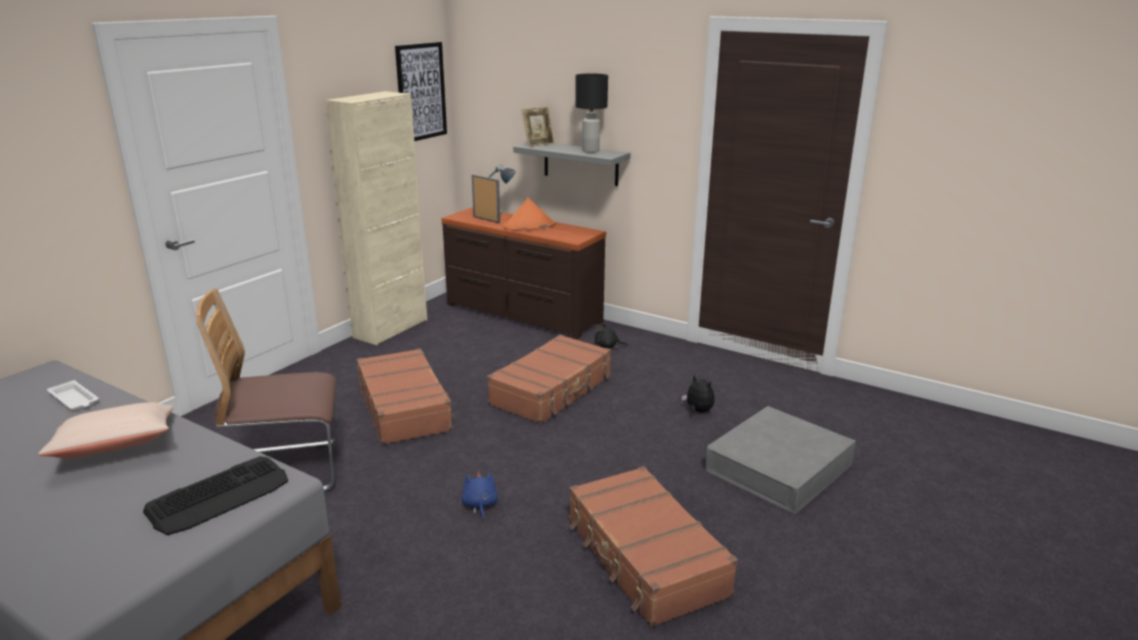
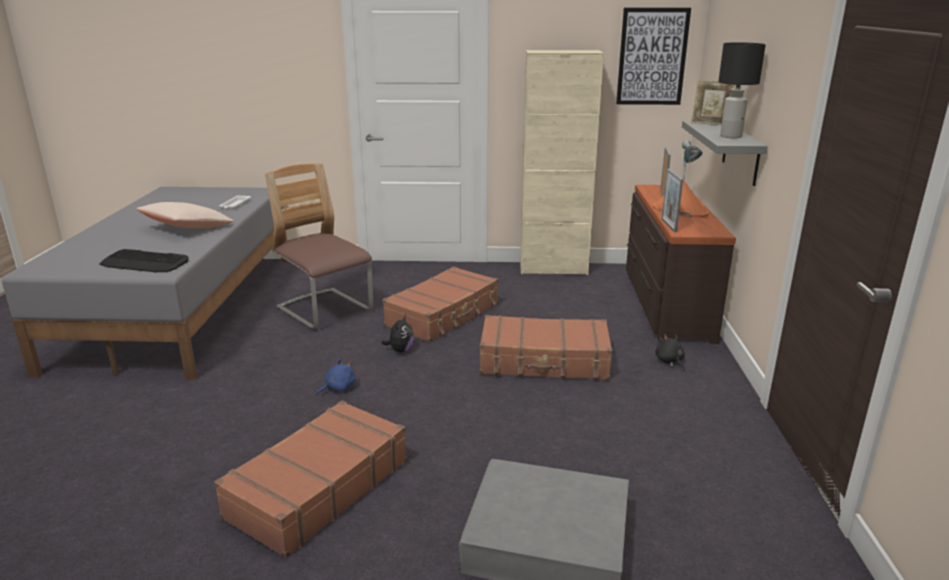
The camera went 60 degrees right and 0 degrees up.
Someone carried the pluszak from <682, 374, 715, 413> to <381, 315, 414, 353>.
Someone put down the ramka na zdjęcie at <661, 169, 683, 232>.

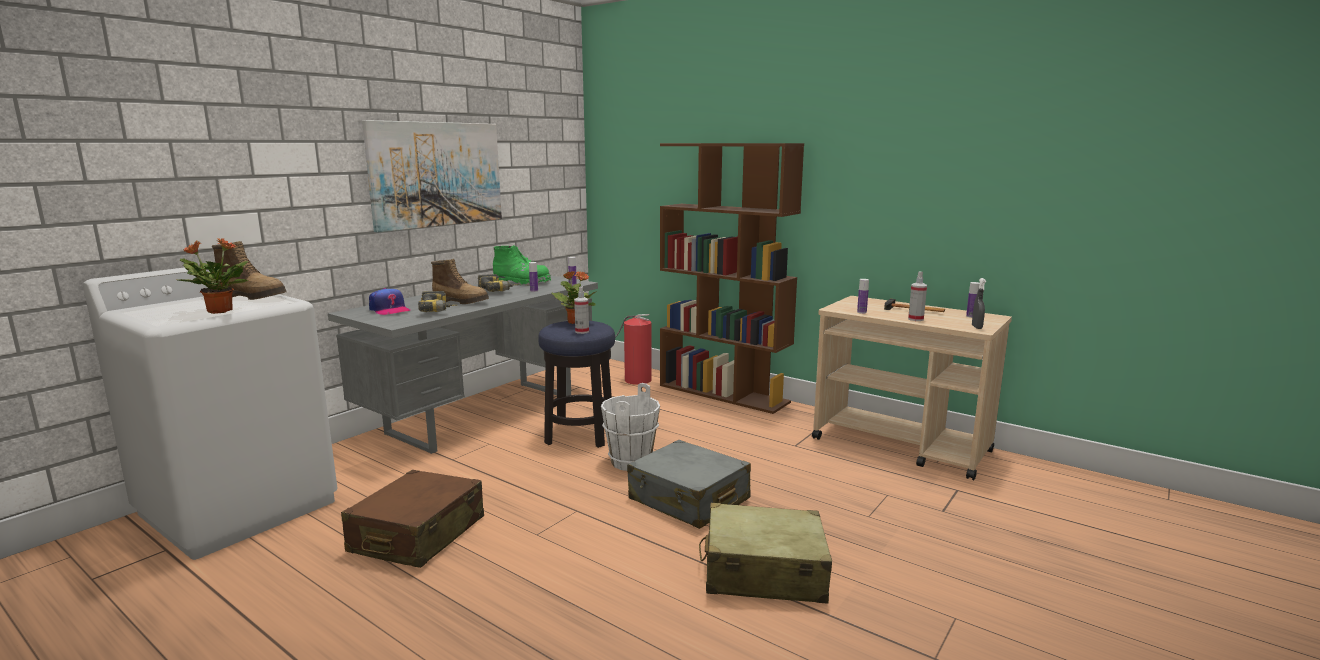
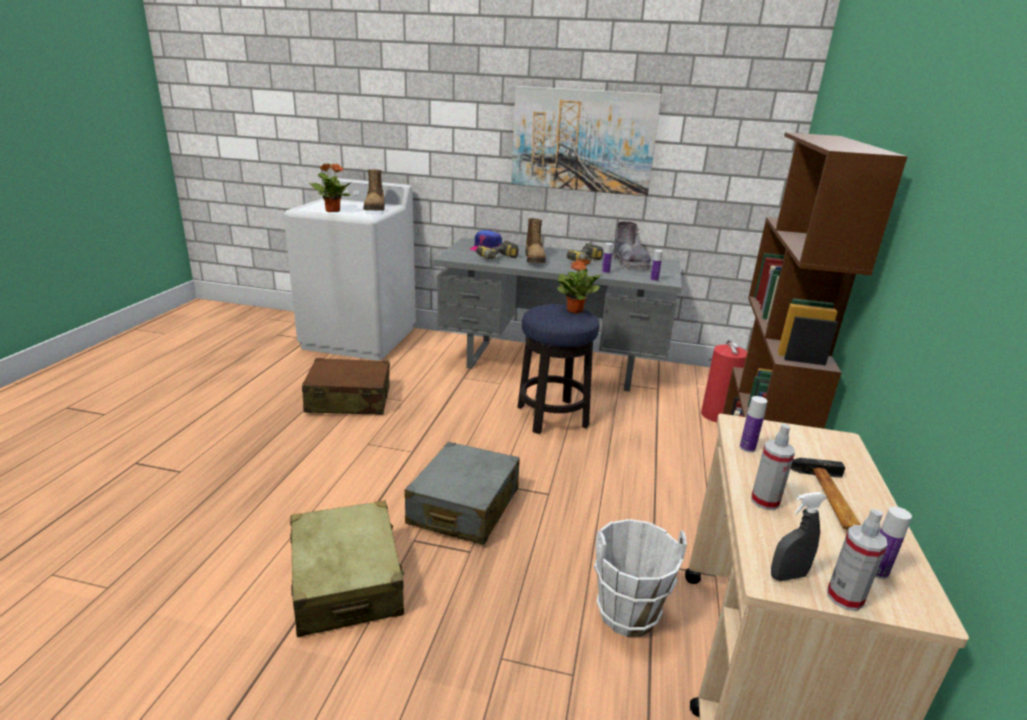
The camera went 65 degrees right and 10 degrees up.
Someone repainted the but z cholewką (zielony) at <493, 245, 551, 286>, which became the but z cholewką (szary) at <613, 221, 651, 270>.
Someone carried the spryskiwacz from <574, 287, 589, 334> to <827, 509, 887, 611>.
Someone carried the wiadro (biały) from <601, 383, 660, 471> to <594, 519, 687, 637>.

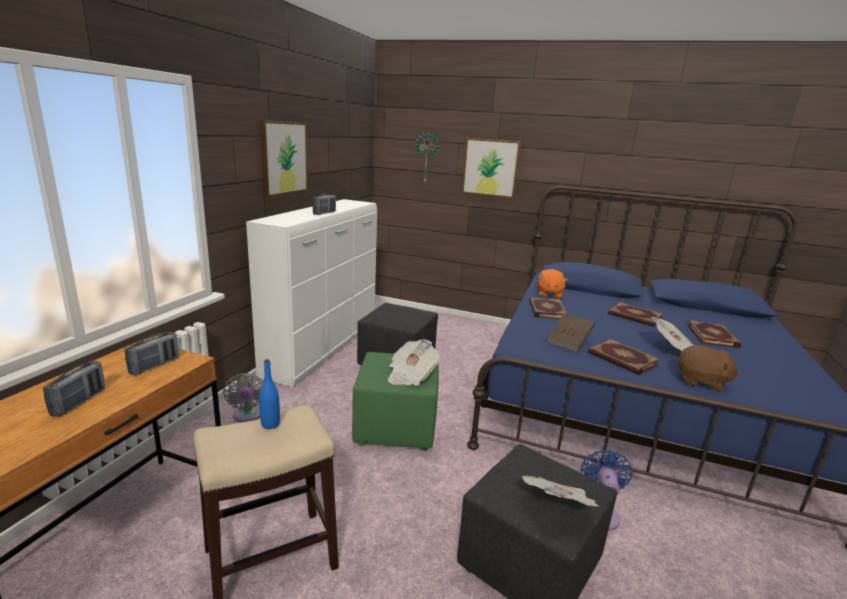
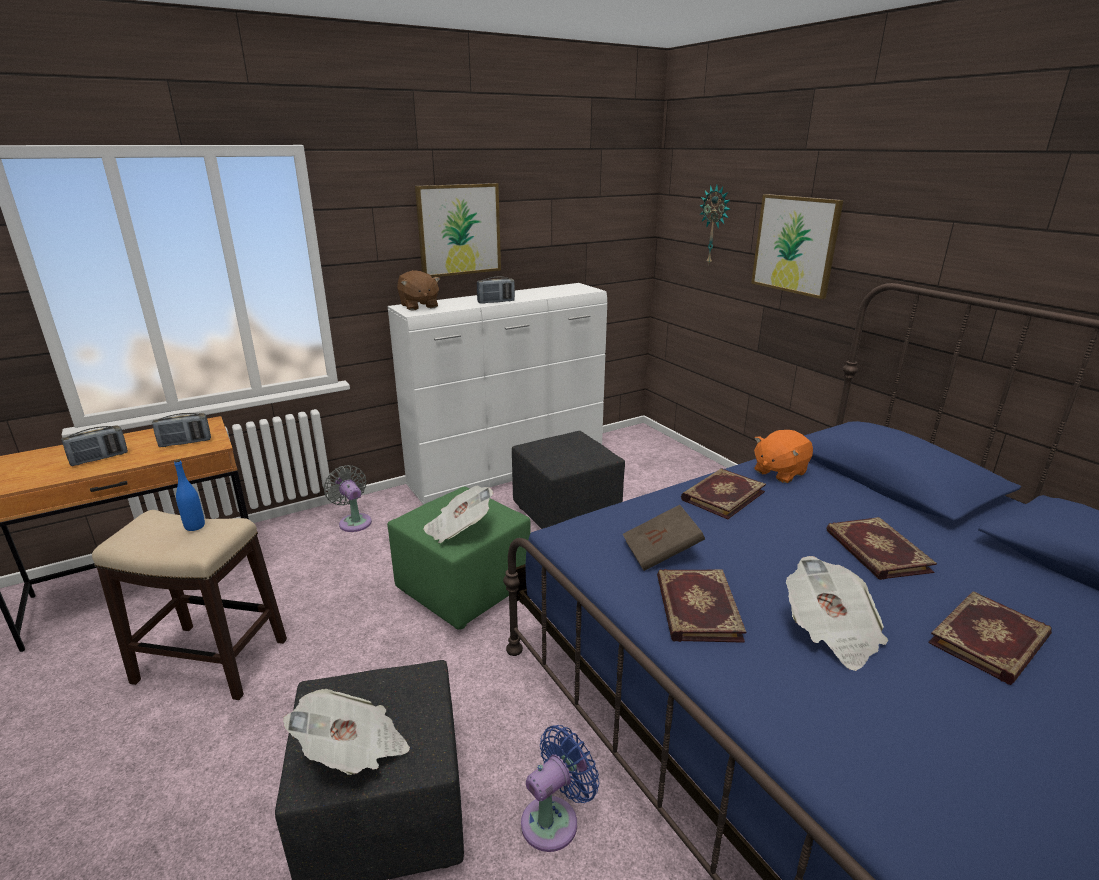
The camera went 40 degrees right and 5 degrees up.
Someone rotated the wentylator (szary) at <223, 373, 263, 422> by 120 degrees clockwise.
Someone carried the pluszak (brązowy) from <676, 345, 739, 392> to <397, 270, 440, 311>.

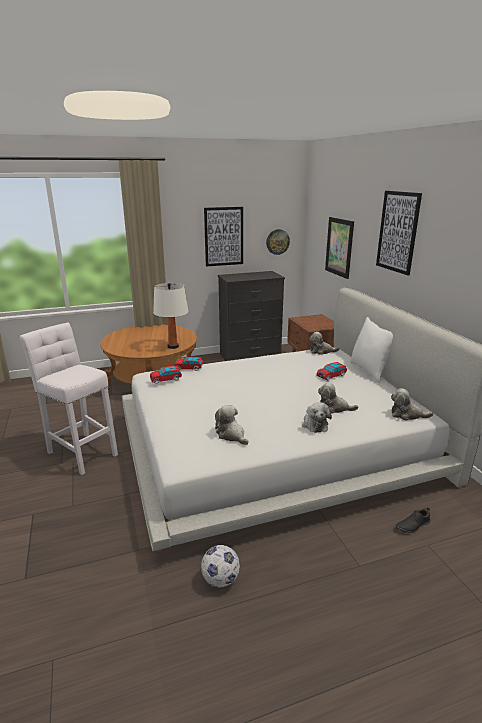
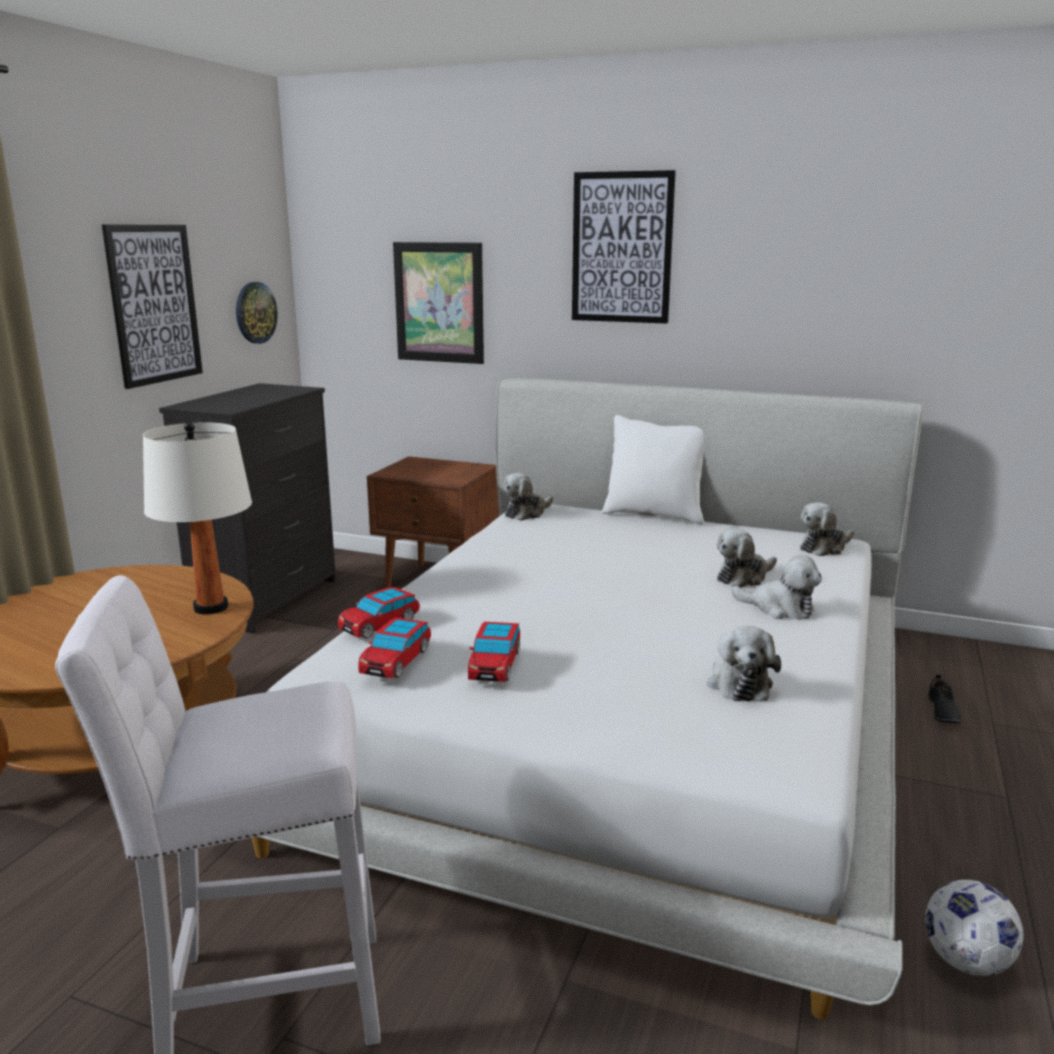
The camera went 50 degrees left and 5 degrees down.
Someone rotated the pluszak at <215, 405, 249, 445> by 90 degrees counterclockwise.
Someone carried the samochodzik from <317, 362, 347, 380> to <468, 622, 520, 682>.

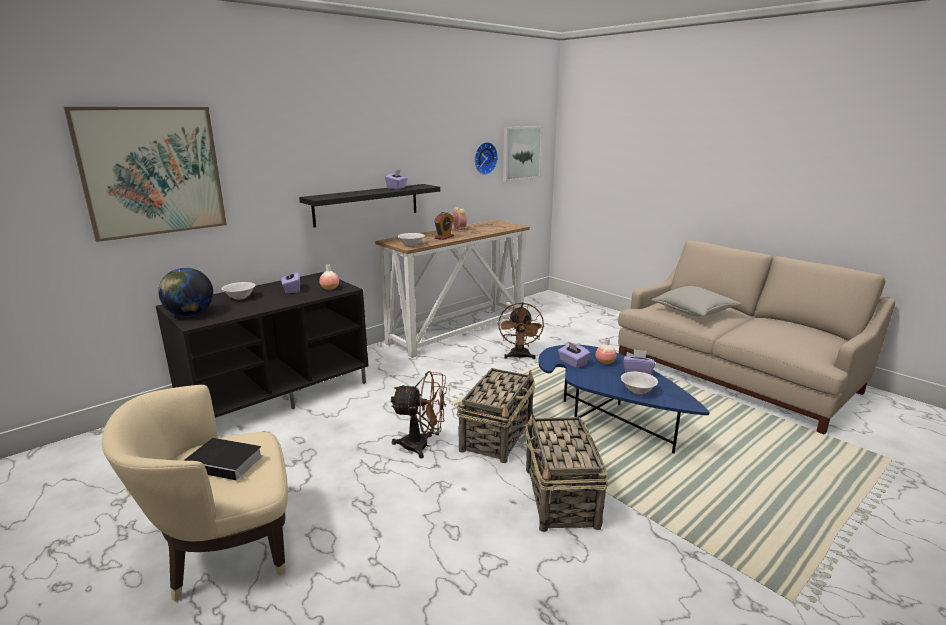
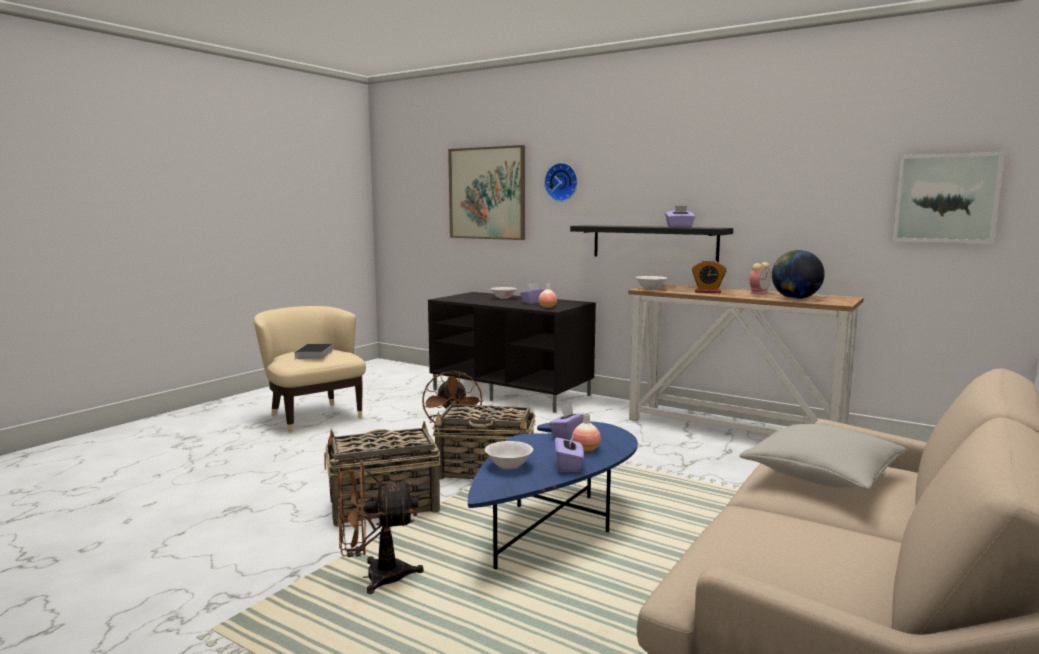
The camera went 75 degrees right and 10 degrees down.
Someone carried the globus from <158, 268, 213, 316> to <772, 250, 825, 299>.
Someone carried the zegar ścienny from <474, 142, 498, 175> to <544, 163, 578, 202>.
Someone carried the wentylator (brązowy) from <498, 302, 544, 359> to <337, 460, 424, 594>.

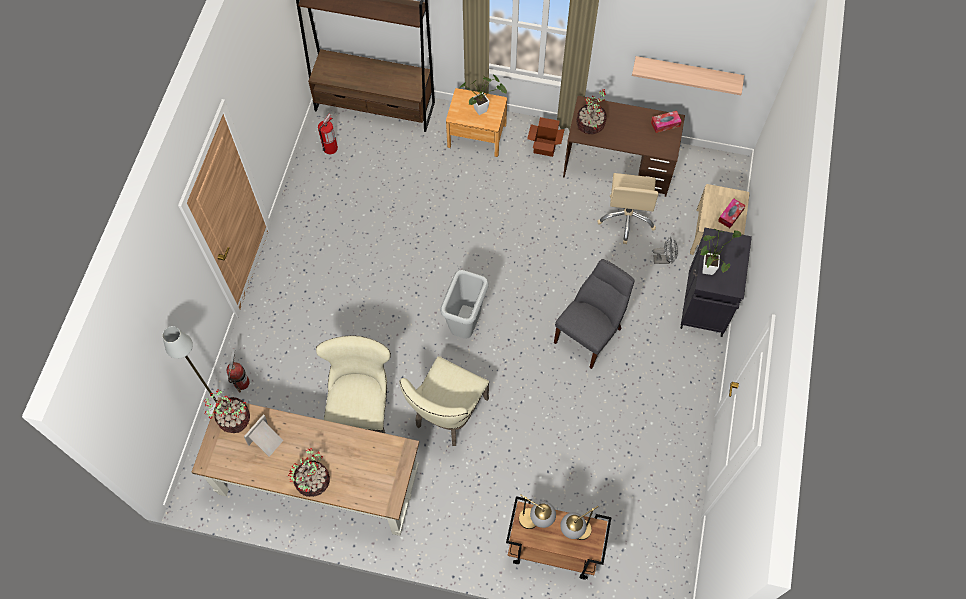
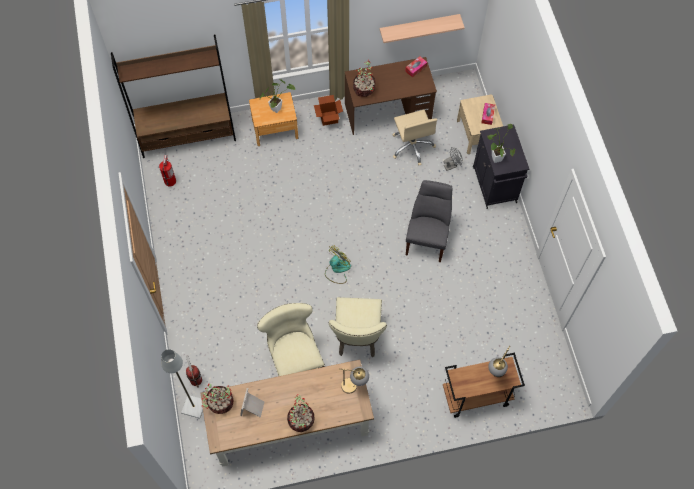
The camera went 25 degrees left and 0 degrees up.
Someone swapped the kosz na śmieci (szary) at <440, 270, 489, 339> for the wentylator at <325, 245, 351, 284>.
Someone carried the lampa stołowa from <519, 494, 556, 529> to <339, 367, 369, 394>.

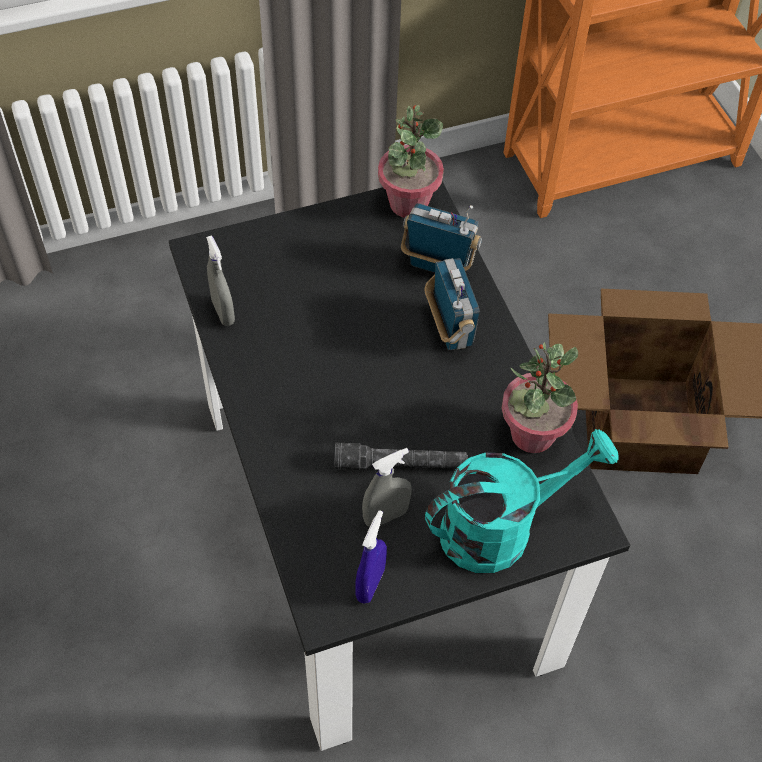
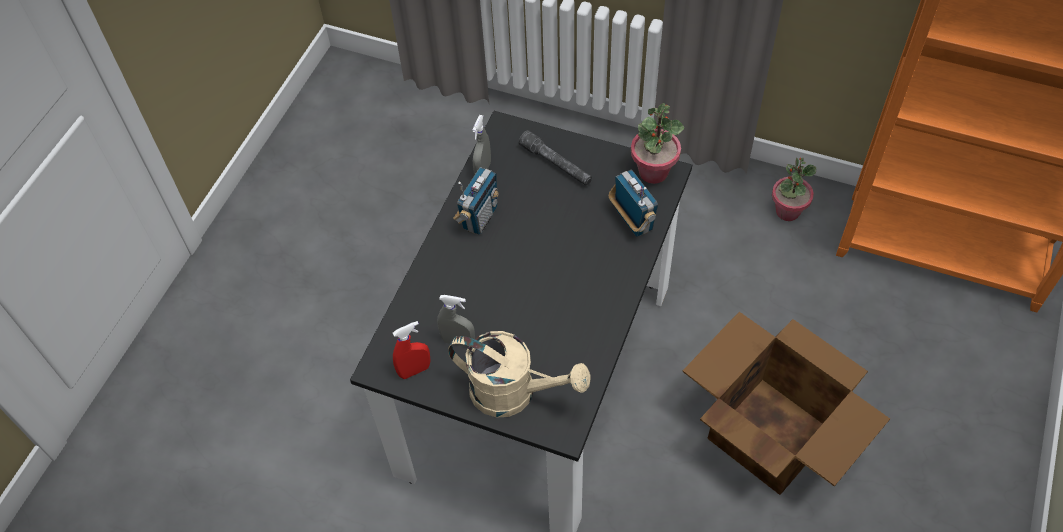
The camera went 45 degrees right and 0 degrees up.
Someone carried the latarka (szary) from <334, 443, 468, 470> to <519, 130, 592, 186>.
Someone repainted the spryskiwacz (niebieski) at <355, 511, 387, 604>, which became the spryskiwacz (czerwony) at <393, 321, 430, 379>.
Someone carried the radio from <424, 258, 480, 351> to <453, 167, 499, 235>.
Someone repainted the konewka (turkusowy) at <425, 429, 619, 573>, which became the konewka (beżowy) at <448, 331, 591, 418>.
Someone carried the roślina doniczkowa from <501, 342, 578, 453> to <772, 157, 816, 221>.

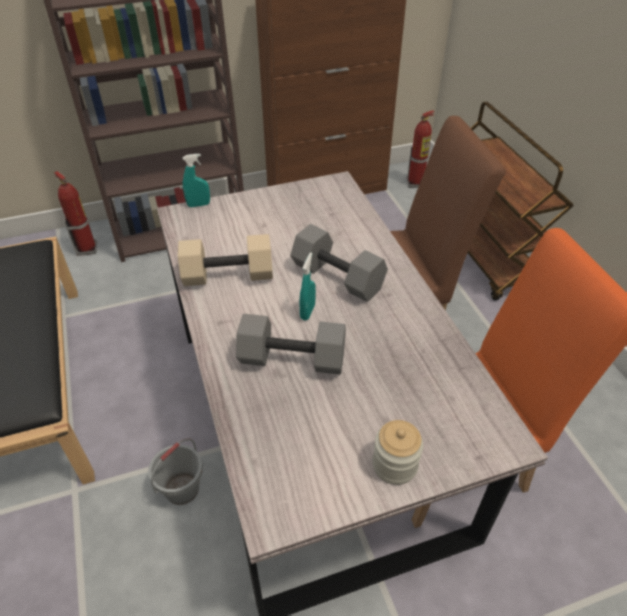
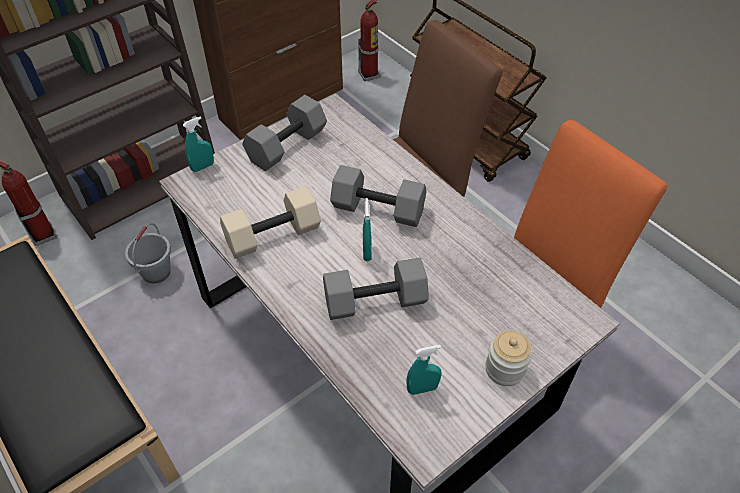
The camera went 20 degrees left and 5 degrees up.
Someone carried the wiadro (szary) from <148, 438, 203, 505> to <125, 223, 171, 283>.
Someone put down the hantel (szary) at <242, 95, 327, 171>.
Someone put down the spryskiwacz (turkusowy) at <406, 345, 441, 395>.

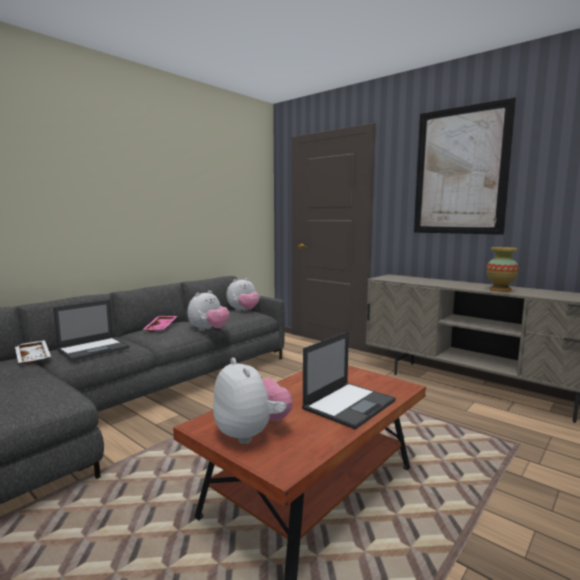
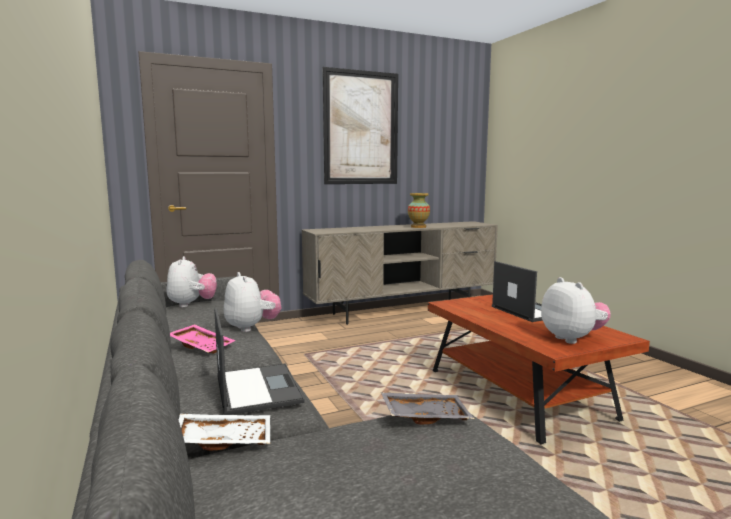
The camera went 65 degrees left and 0 degrees up.
Someone rotated the pluszak at <213, 358, 292, 444> by 75 degrees clockwise.
Someone put down the taca (szary) at <381, 392, 474, 424>.

